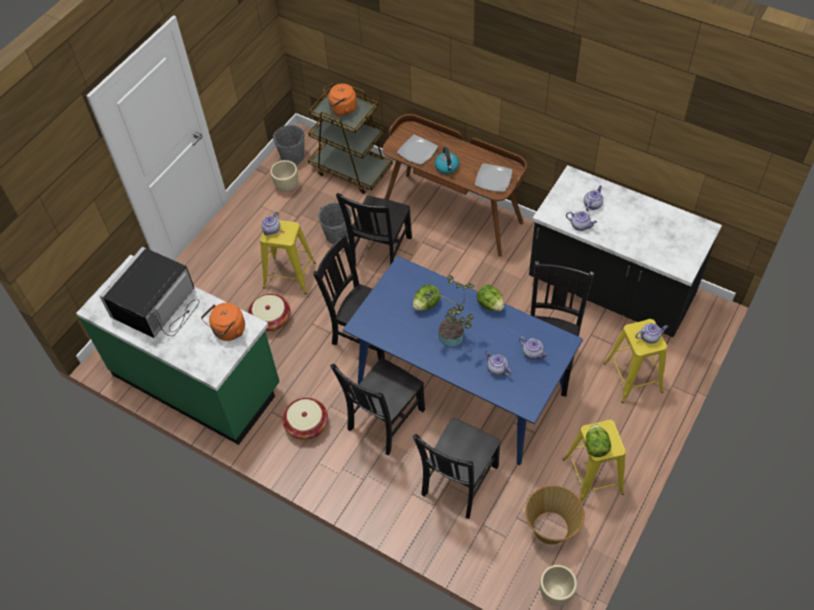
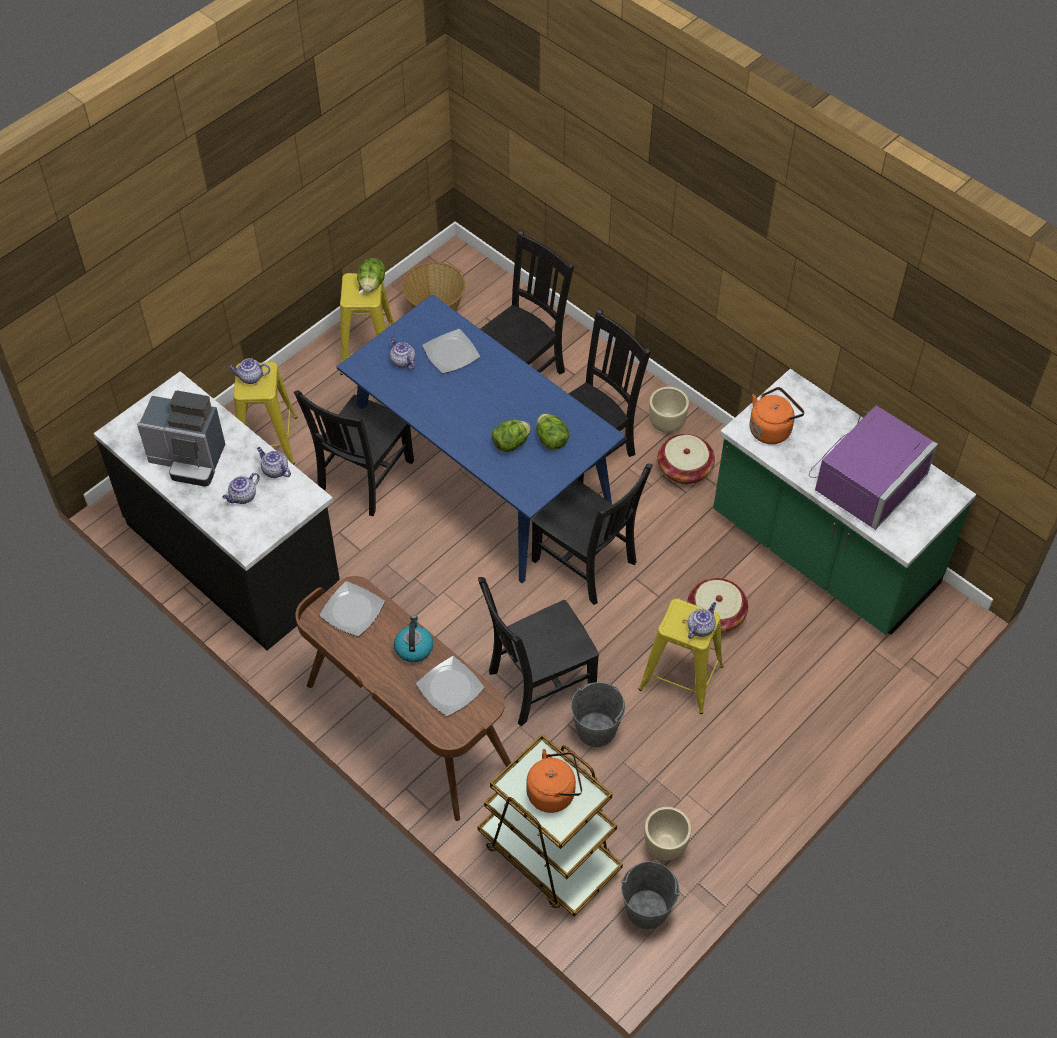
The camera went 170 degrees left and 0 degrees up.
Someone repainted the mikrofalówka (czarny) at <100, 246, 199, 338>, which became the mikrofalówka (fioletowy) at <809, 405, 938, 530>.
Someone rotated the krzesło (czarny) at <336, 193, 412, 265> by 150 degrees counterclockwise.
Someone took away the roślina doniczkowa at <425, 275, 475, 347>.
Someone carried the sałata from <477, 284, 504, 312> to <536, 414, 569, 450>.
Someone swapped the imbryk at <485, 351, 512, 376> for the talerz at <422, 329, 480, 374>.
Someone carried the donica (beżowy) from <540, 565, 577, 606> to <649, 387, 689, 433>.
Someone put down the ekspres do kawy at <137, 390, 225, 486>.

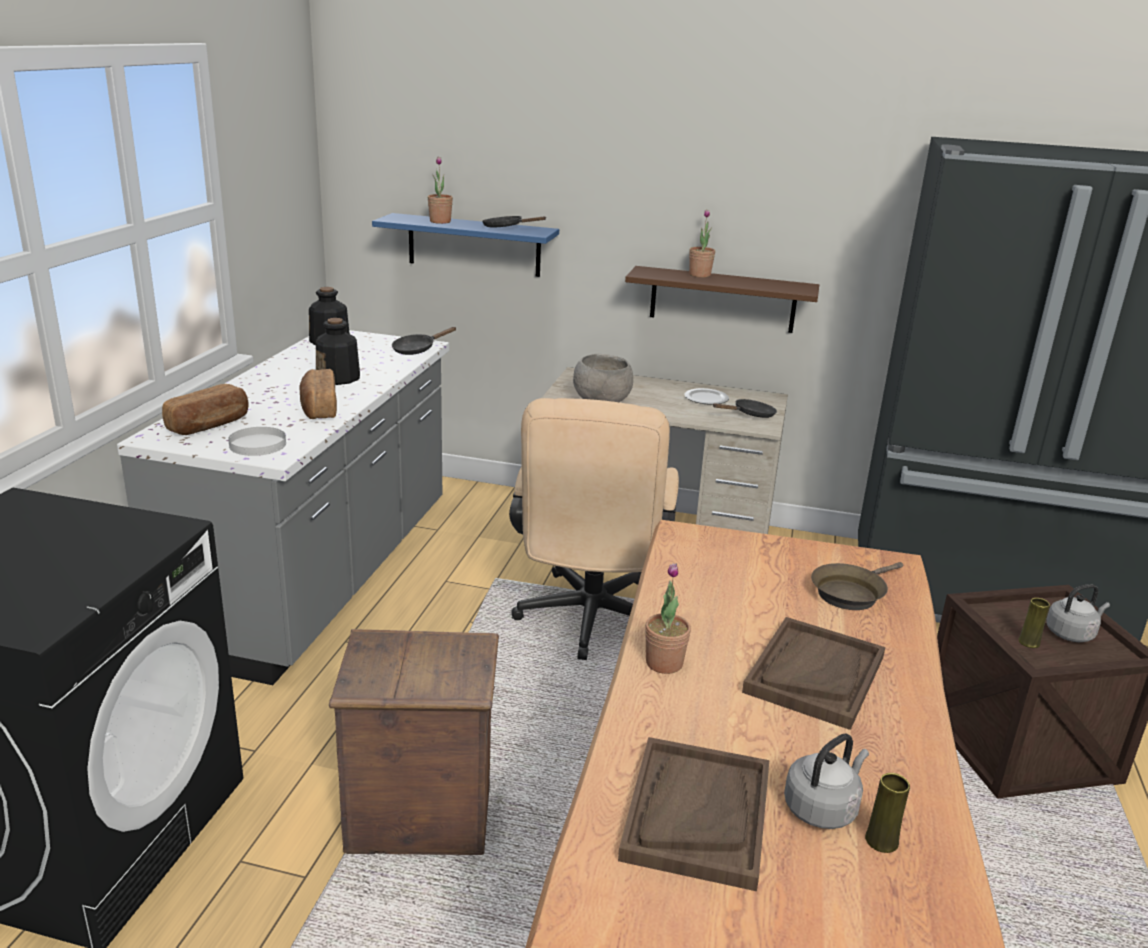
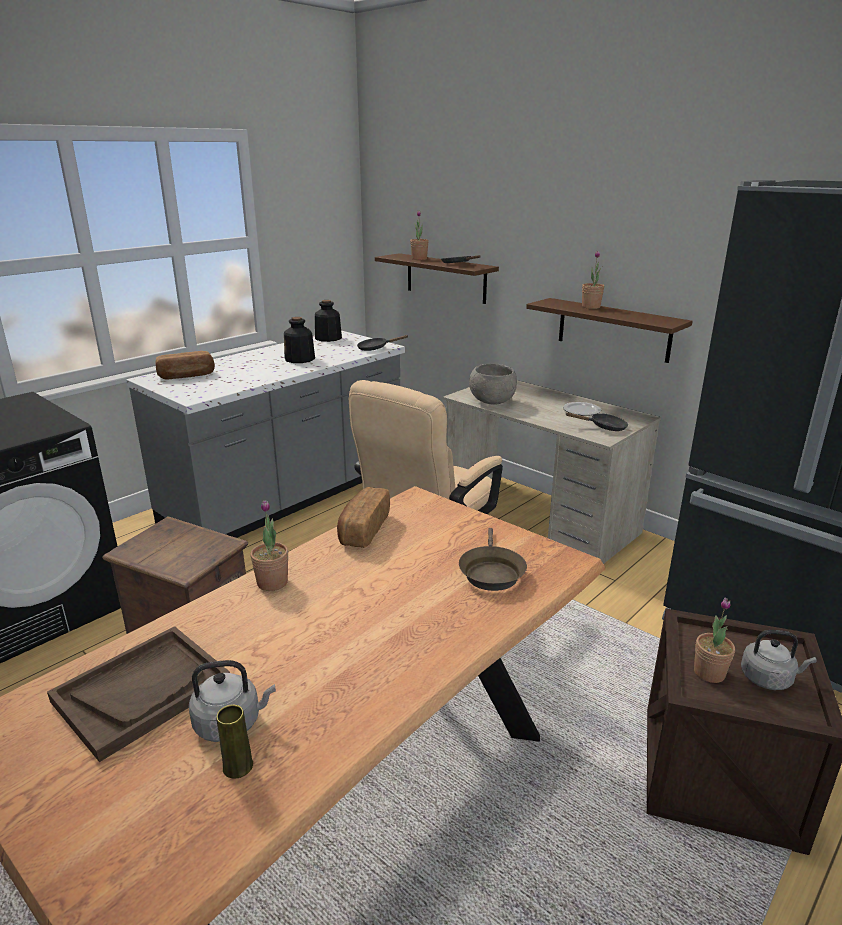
The camera went 30 degrees right and 0 degrees up.
Someone took away the talerz (biały) at <228, 427, 286, 456>.
Someone carried the chleb from <299, 369, 337, 419> to <337, 487, 390, 548>.
Someone repainted the półka (niebieski) at <372, 213, 559, 277>, which became the półka (brązowy) at <375, 253, 499, 304>.
Someone took away the taca (brązowy) at <742, 617, 885, 730>.
Someone rotated the patelnia (brązowy) at <811, 562, 903, 610> by 75 degrees counterclockwise.
Someone swapped the wazon (żółty) at <1018, 598, 1050, 648> for the roślina doniczkowa at <694, 598, 735, 683>.

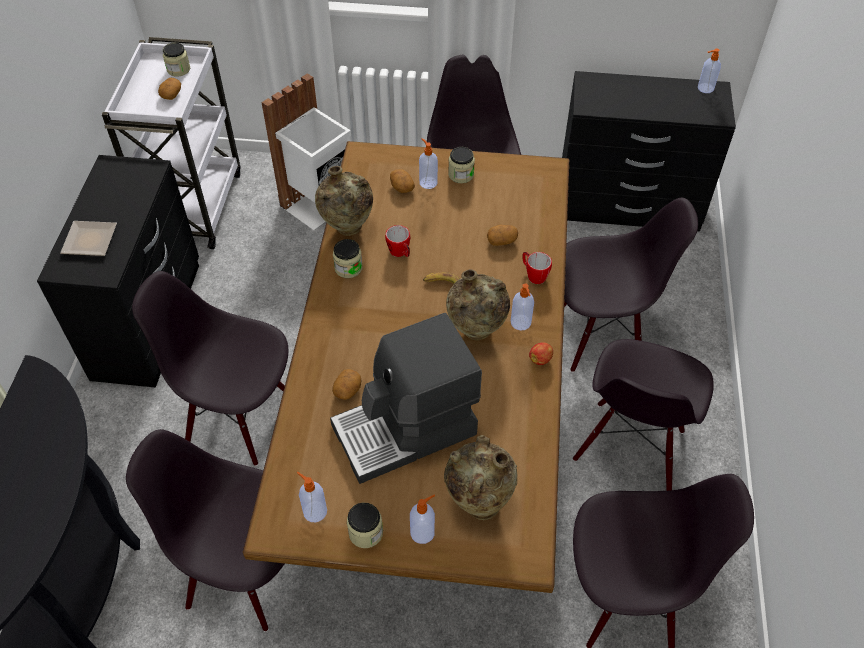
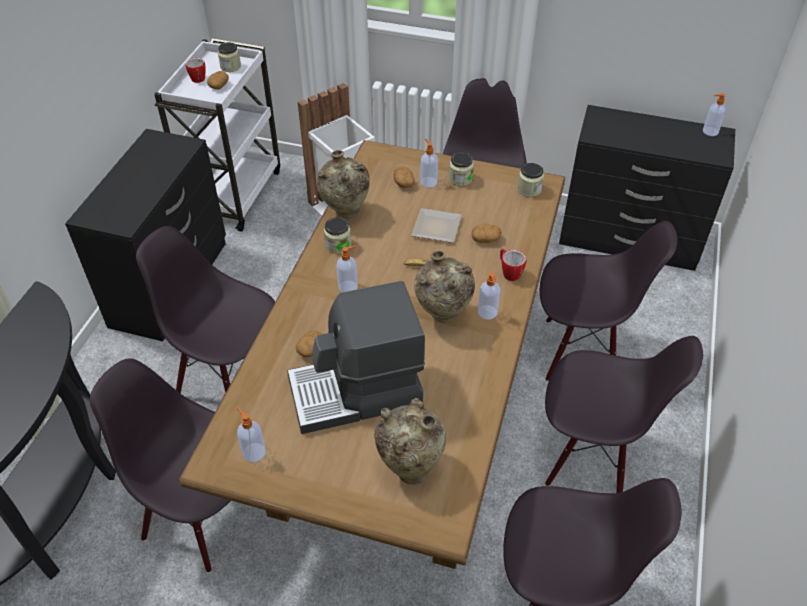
The camera went 10 degrees right and 5 degrees down.
Someone carried the talerz from <60, 221, 117, 256> to <411, 208, 462, 243>.
Someone carried the słoik from <347, 503, 383, 548> to <517, 163, 544, 197>.
Someone carried the kubek from <385, 225, 410, 257> to <185, 58, 206, 83>.
Someone carried the dozownik mydła from <410, 495, 435, 544> to <336, 246, 358, 293>.
Someone took away the jabłko at <529, 342, 553, 365>.
Someone rotated the krzesło (czarny) at <573, 339, 714, 491> by 105 degrees counterclockwise.

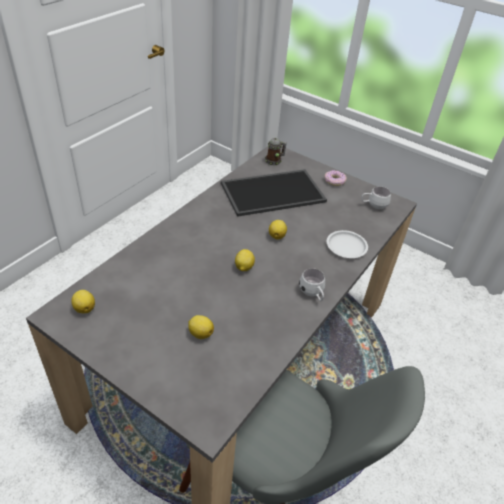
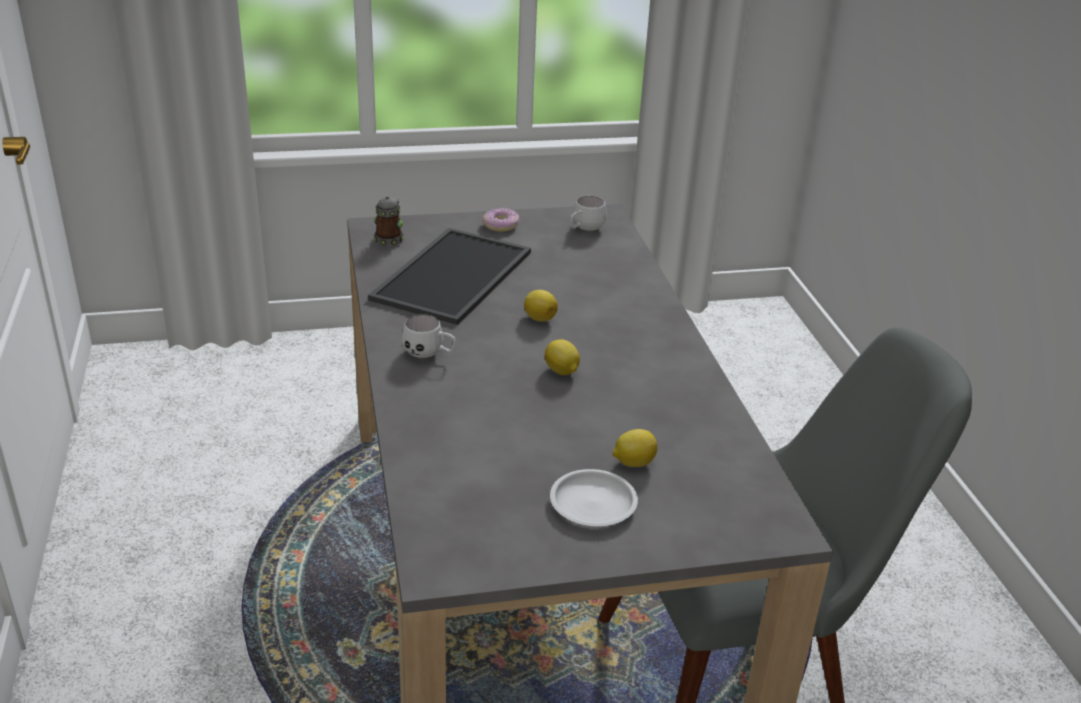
The camera went 45 degrees left and 10 degrees down.
Someone took away the cytryna at <71, 290, 95, 314>.
Someone carried the kubek (biały) from <299, 268, 325, 301> to <401, 314, 456, 358>.
Someone carried the talerz (biały) from <327, 230, 368, 258> to <550, 469, 638, 526>.

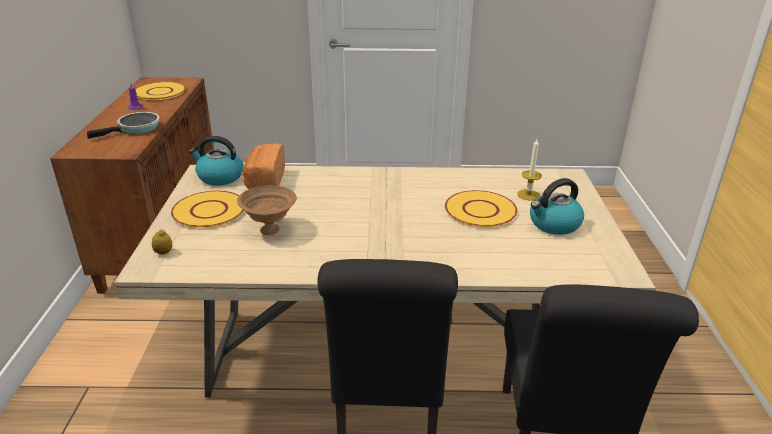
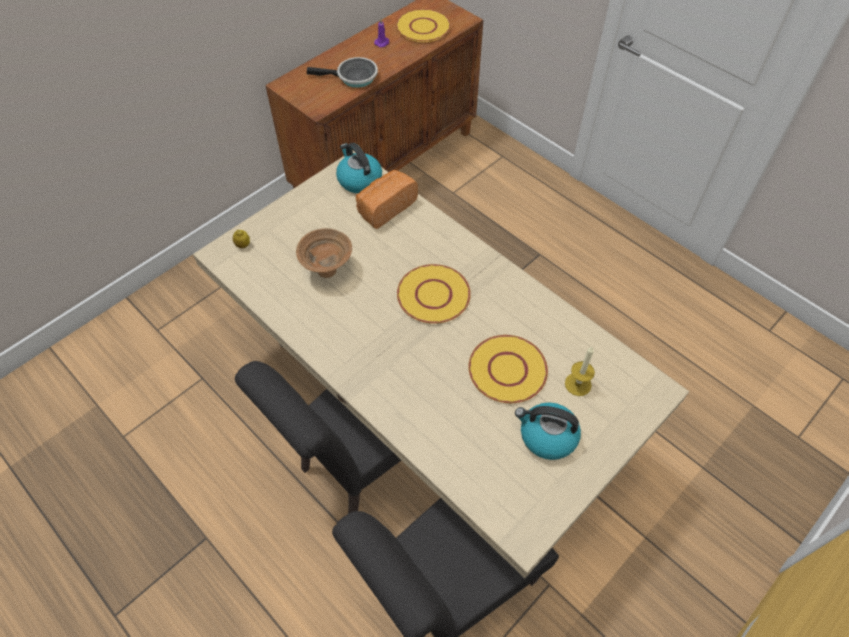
The camera went 45 degrees right and 25 degrees up.
Someone carried the talerz (żółty) from <171, 191, 244, 228> to <397, 264, 471, 324>.

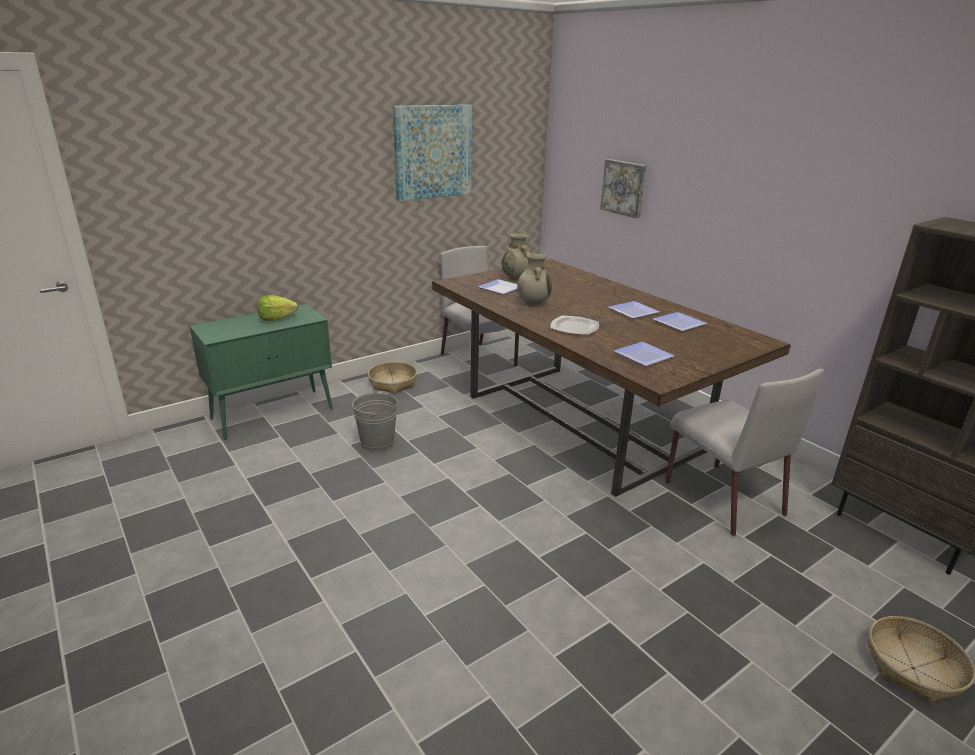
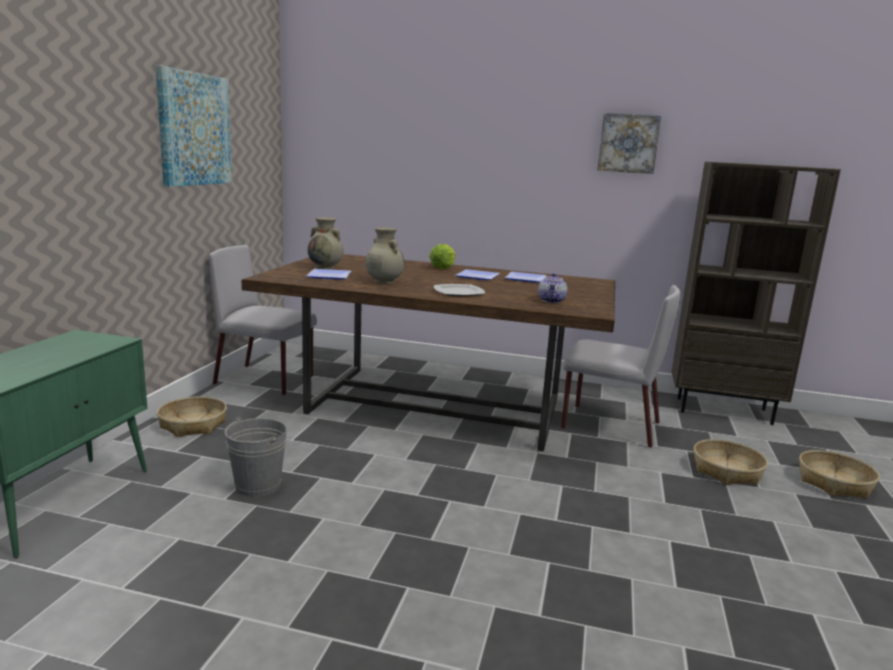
The camera went 40 degrees left and 10 degrees down.
Someone carried the sałata from <257, 295, 298, 321> to <429, 244, 456, 269>.
Someone carried the obraz from <600, 159, 647, 218> to <598, 113, 661, 174>.
Someone swapped the talerz at <614, 342, 675, 366> for the imbryk at <538, 273, 567, 303>.
Someone put down the koszyk at <694, 439, 768, 485>.

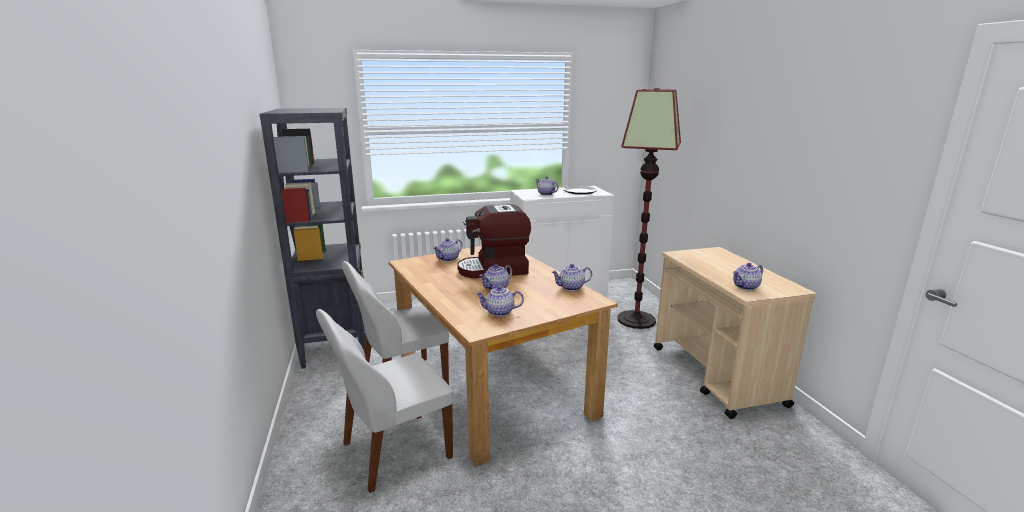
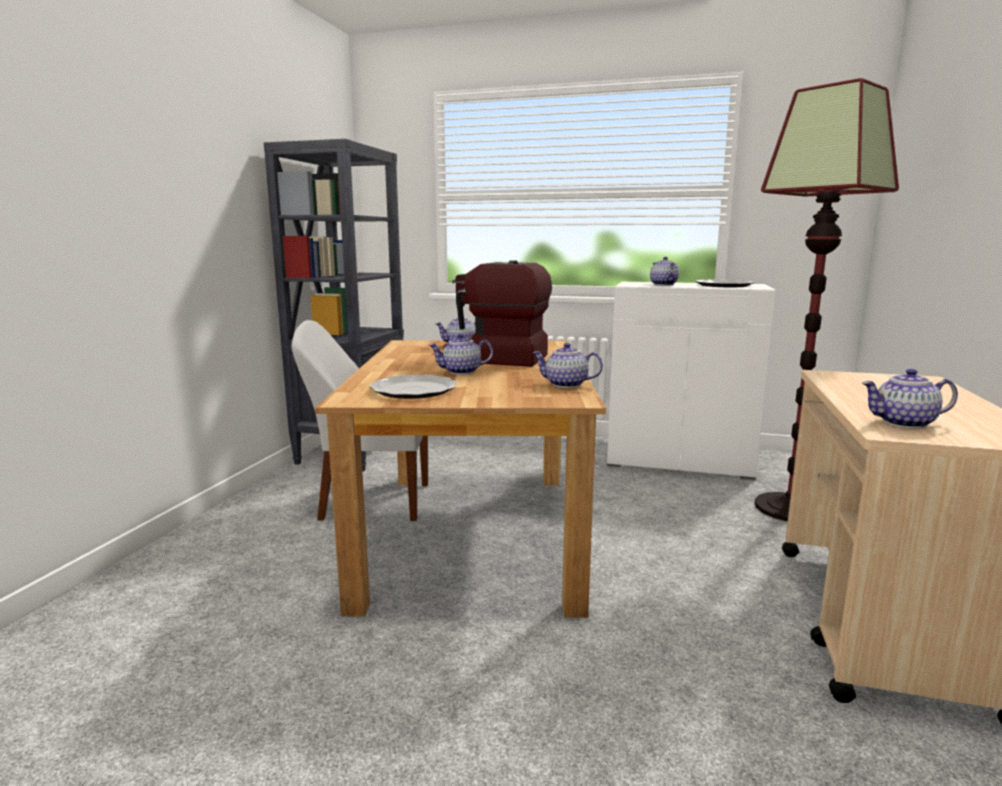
The camera went 30 degrees right and 5 degrees down.
Someone took away the krzesło (biały) at <316, 309, 453, 493>.
Someone swapped the imbryk at <475, 286, 524, 316> for the talerz at <369, 375, 458, 399>.

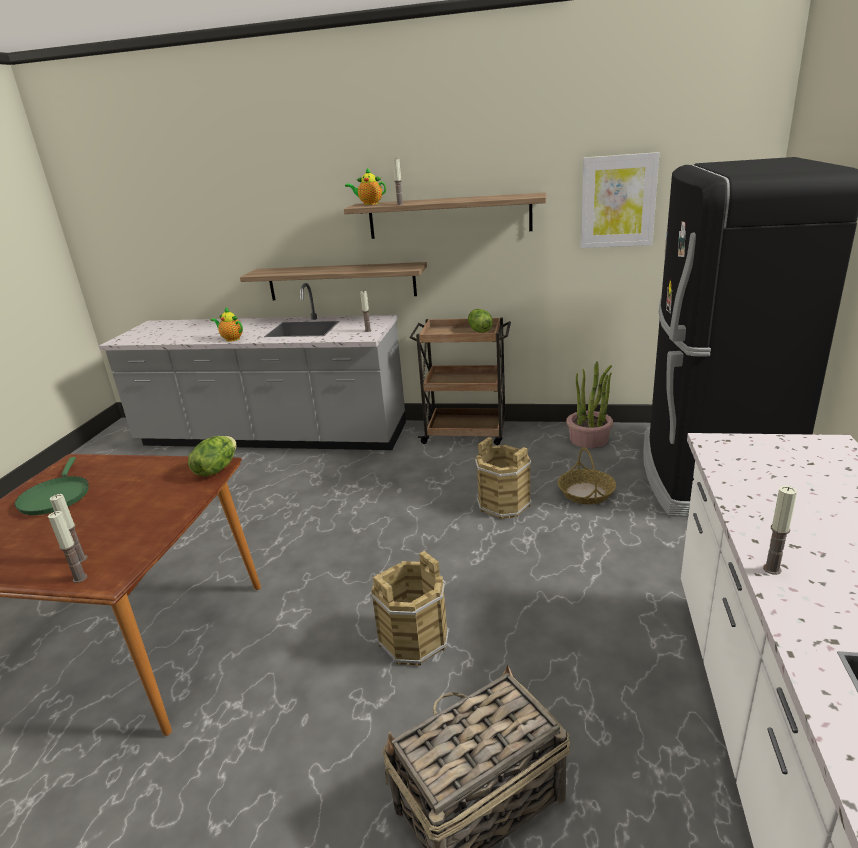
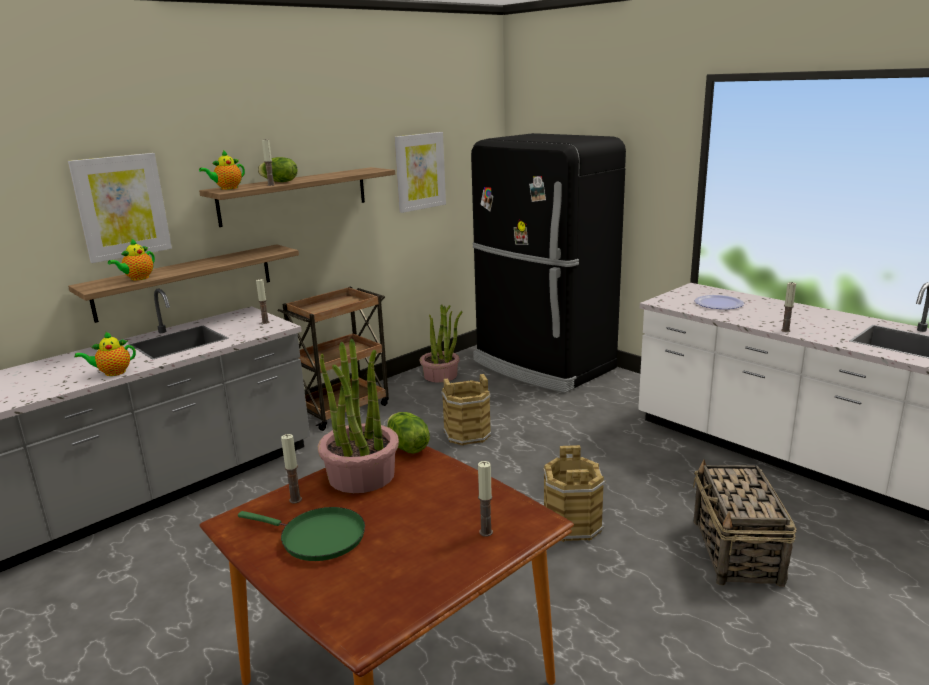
The camera went 55 degrees left and 5 degrees down.
Someone carried the świeca from <48, 511, 87, 583> to <281, 434, 302, 503>.
Someone carried the sałata from <468, 309, 493, 333> to <258, 157, 298, 182>.
Someone took away the koszyk at <558, 447, 616, 505>.
Someone put up the obraz at <68, 153, 172, 263>.
Someone put down the imbryk at <108, 239, 155, 280>.
Someone put down the roślina doniczkowa at <318, 338, 399, 493>.
Someone put down the talerz at <695, 295, 744, 309>.

